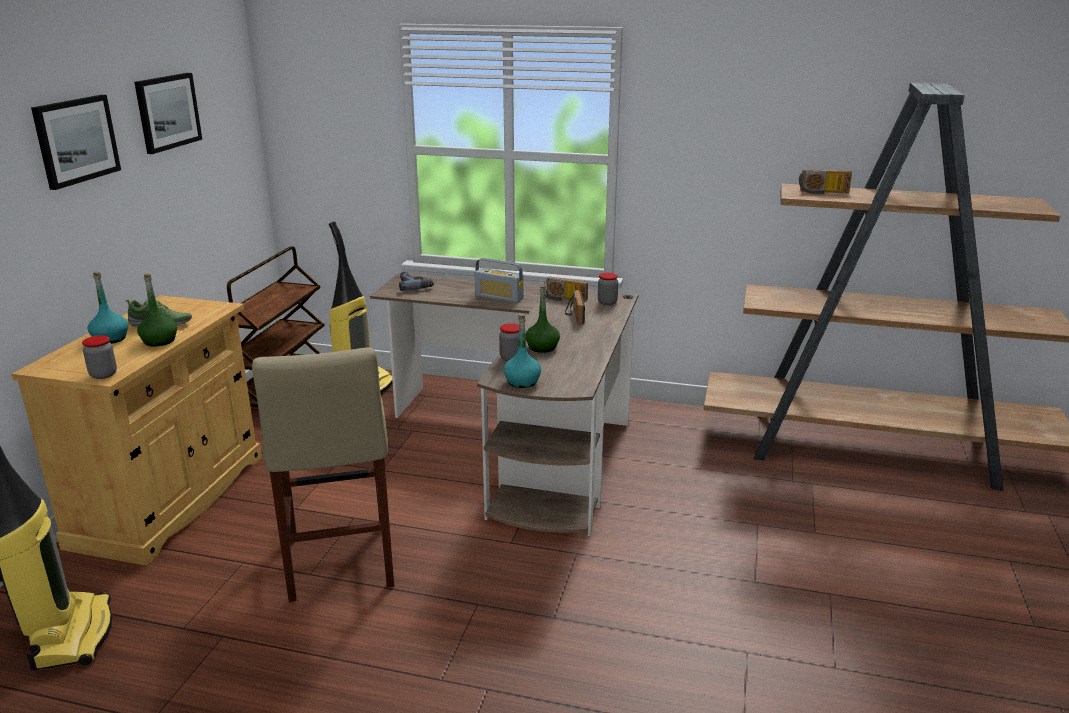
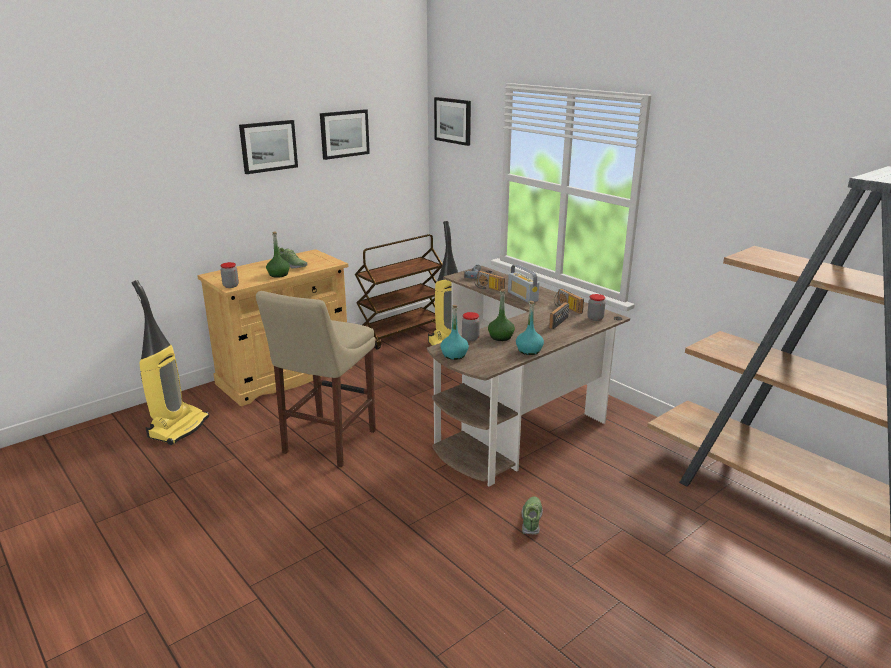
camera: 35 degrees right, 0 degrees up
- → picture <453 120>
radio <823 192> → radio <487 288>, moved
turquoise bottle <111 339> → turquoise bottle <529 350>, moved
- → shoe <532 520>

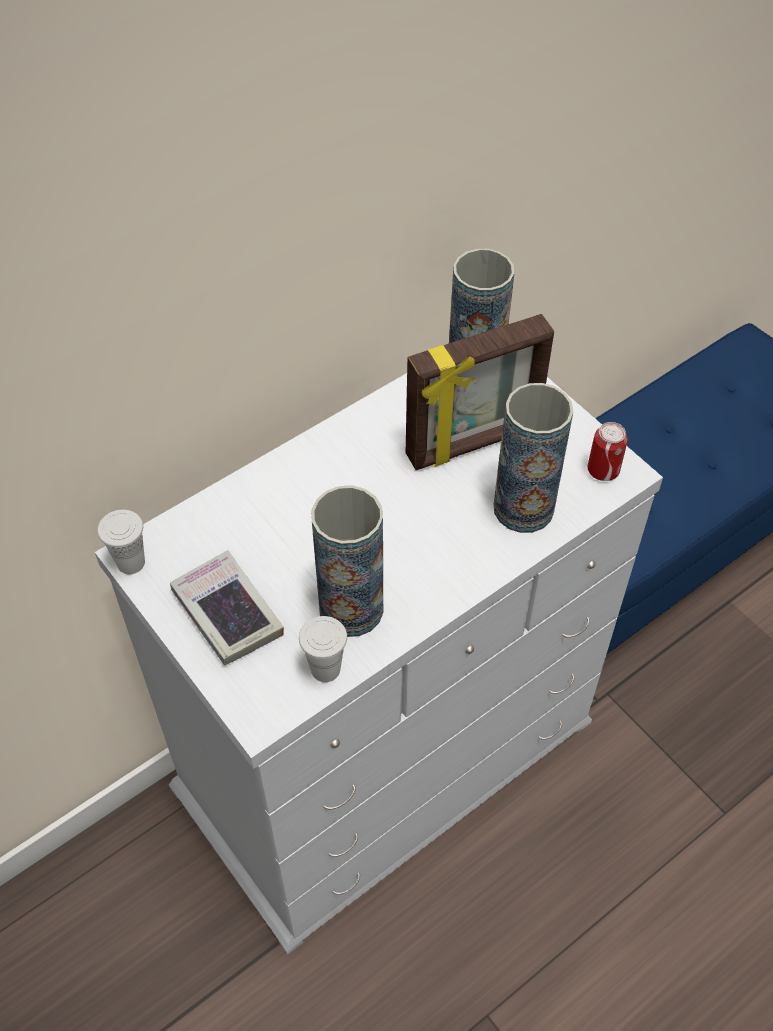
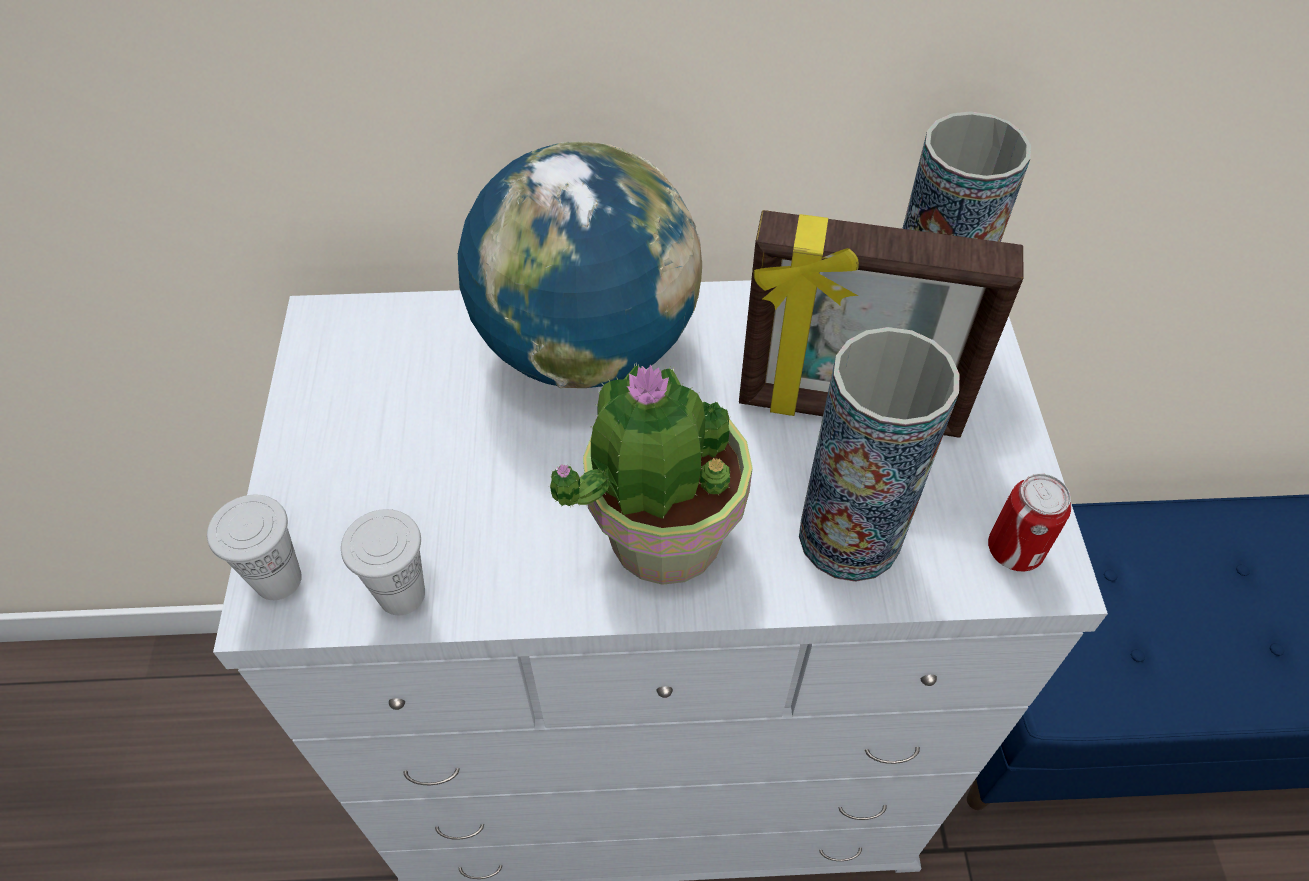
camera: 35 degrees right, 0 degrees up
white cup <131 562> → white cup <278 579>, moved
- → globe <586 348>
- → potted plant <663 535>
book <227 613> → -
vase <351 609> → -

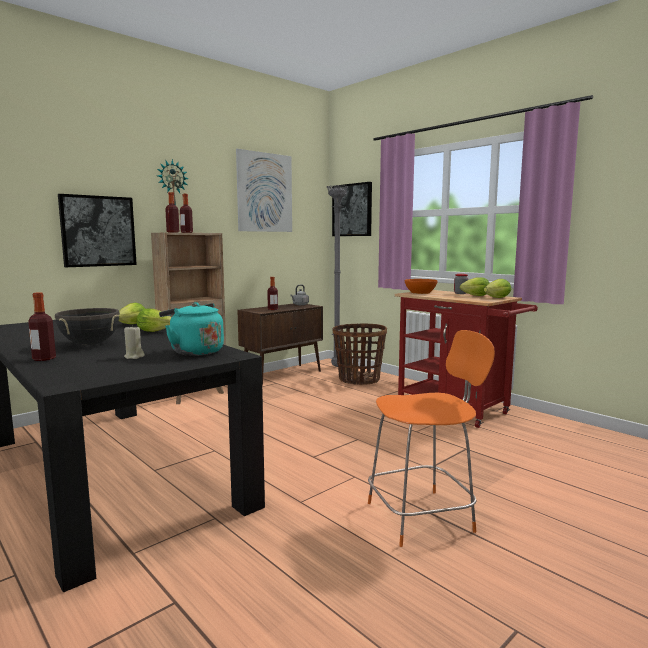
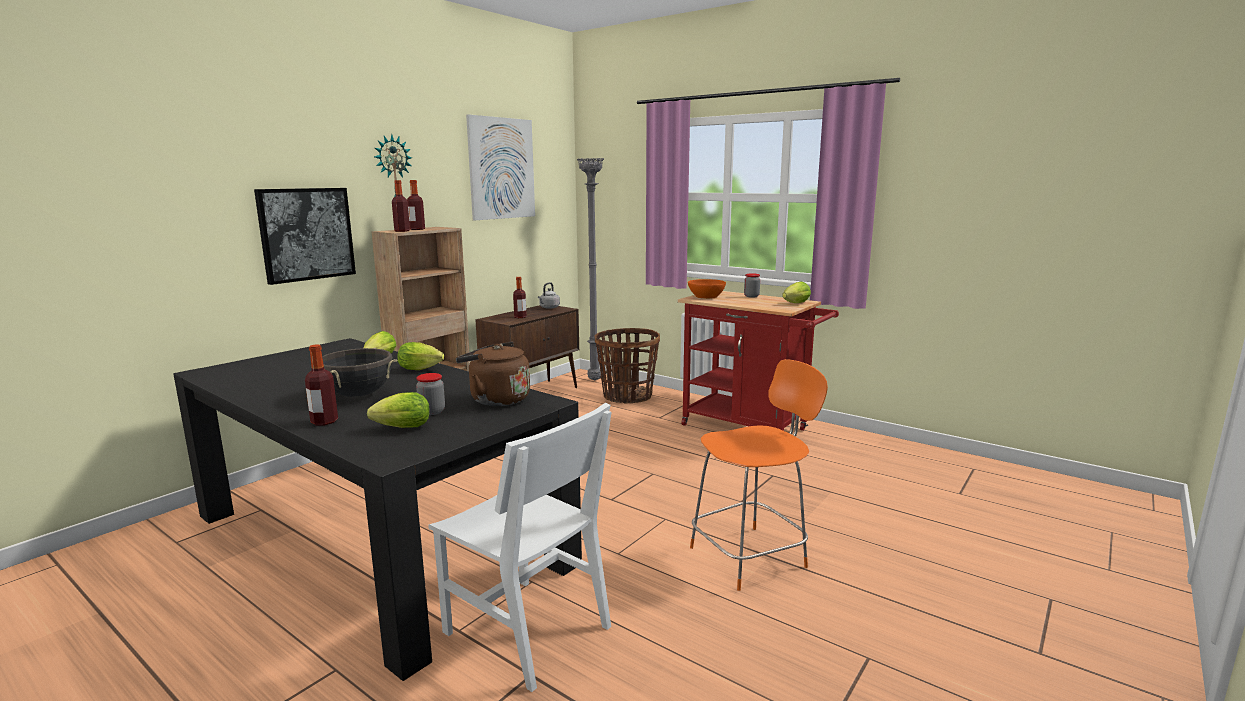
camera: 10 degrees left, 5 degrees up
lettuce <474 296> → lettuce <399 428>, moved
beige candle <134 357> → jar <432 411>
- → white chair <527 630>
turquoise kettle <194 352> → brown kettle <496 399>
picture <352 210> → -

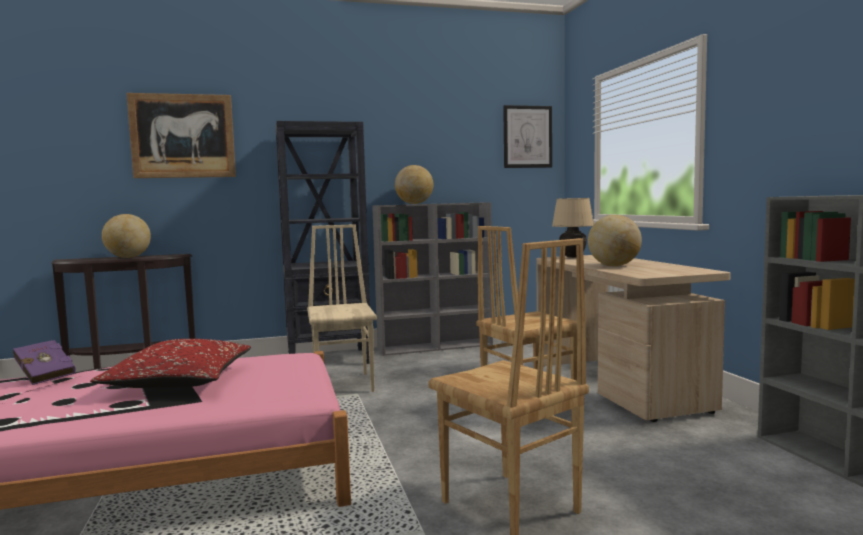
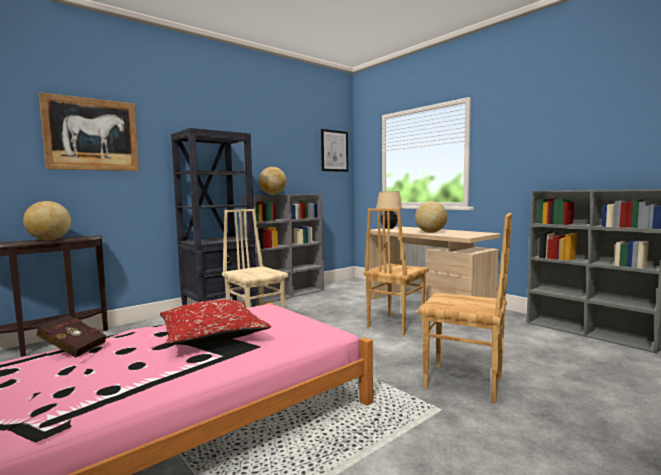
camera: 25 degrees left, 0 degrees up
purple book <45 375> → red book <72 348>

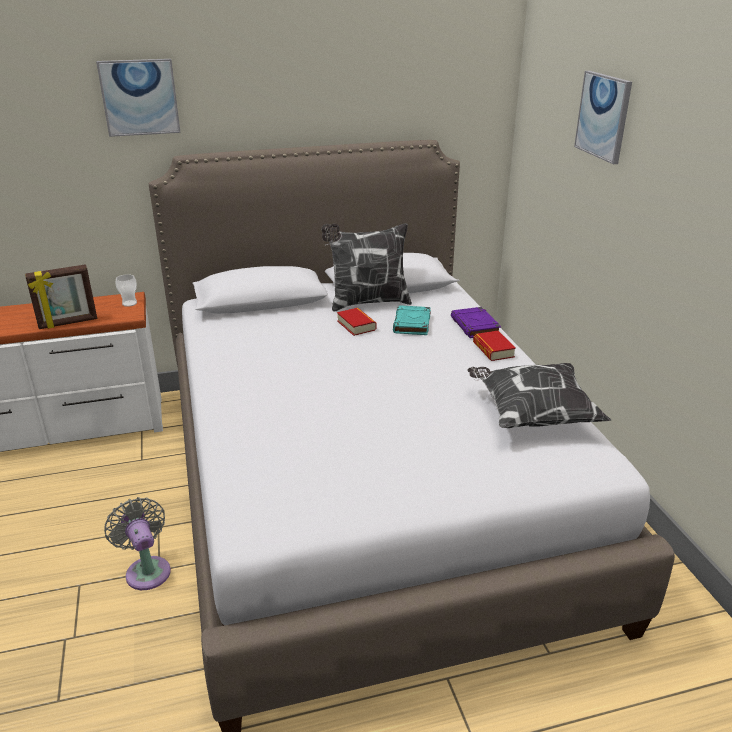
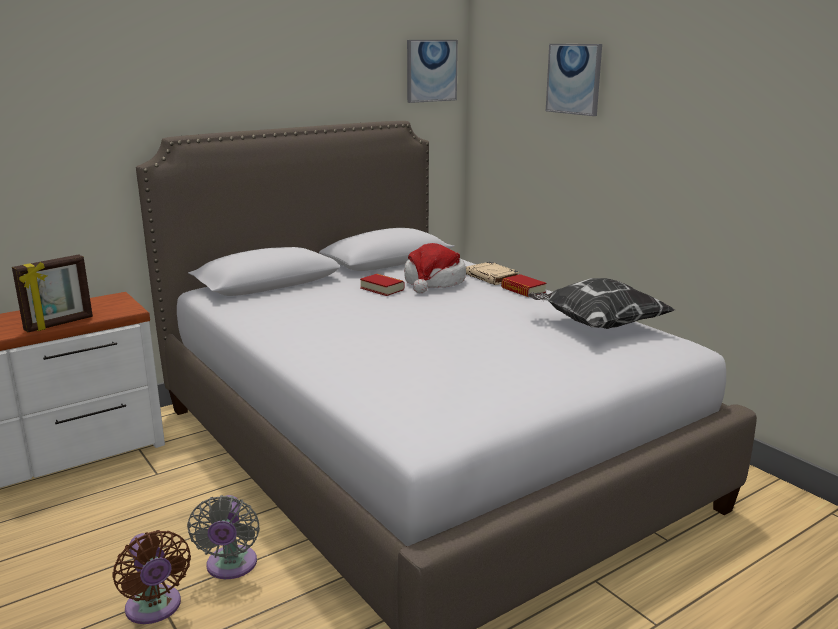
camera: 20 degrees left, 10 degrees down
- → brown fan <155 609>
grey fan <147 570> → grey fan <230 567>, 135 degrees counterclockwise
turquoise book <412 324> → hat <434 282>
picture <139 97> → picture <431 70>, moved
purple book <475 326> → beige book <492 277>
cup <129 303> → -
pillow <367 302> → -

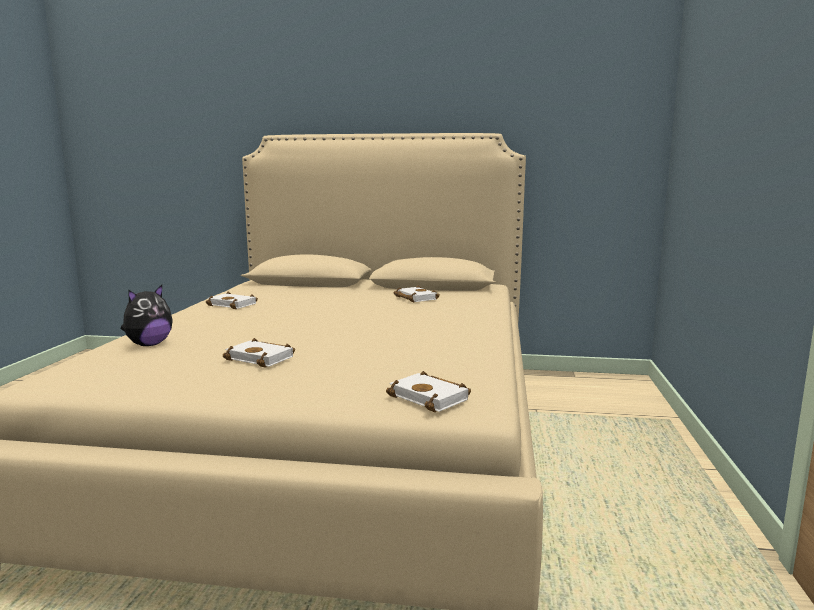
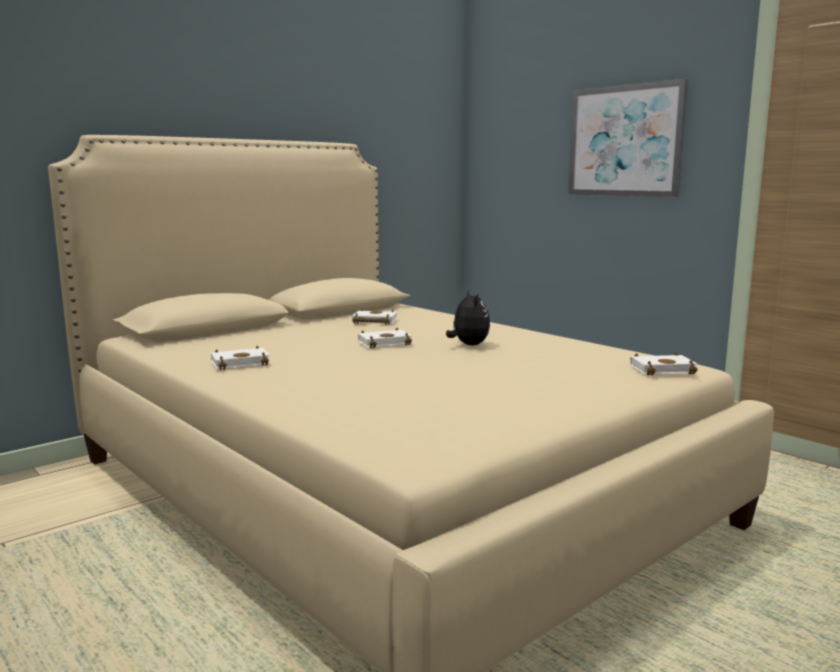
camera: 50 degrees left, 0 degrees up
white book <262 358> → white book <385 342>, moved
plush toy <148 345> → plush toy <468 345>, moved
- → picture <624 141>

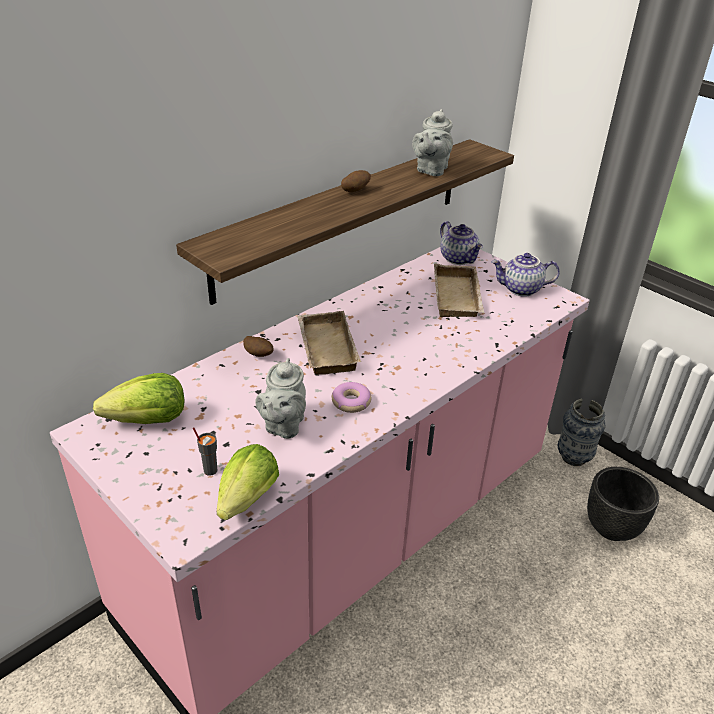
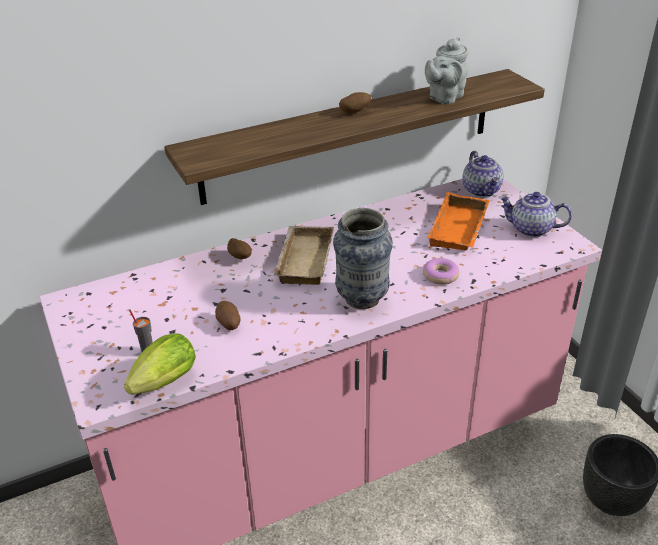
camera: 20 degrees right, 0 degrees up
grey teapot <283 426> → potato <228 324>
vase <573 458> → vase <362 299>, moved
donut <351 402> → donut <440 276>, moved
beige tray <459 297> → orange tray <460 229>
lettuce <149 420> → -

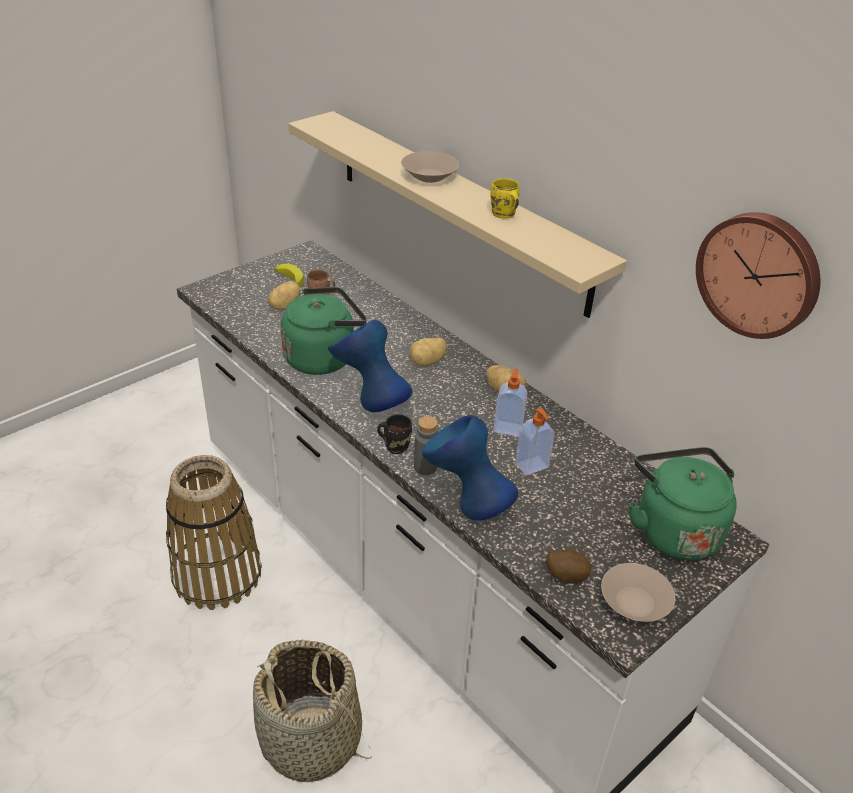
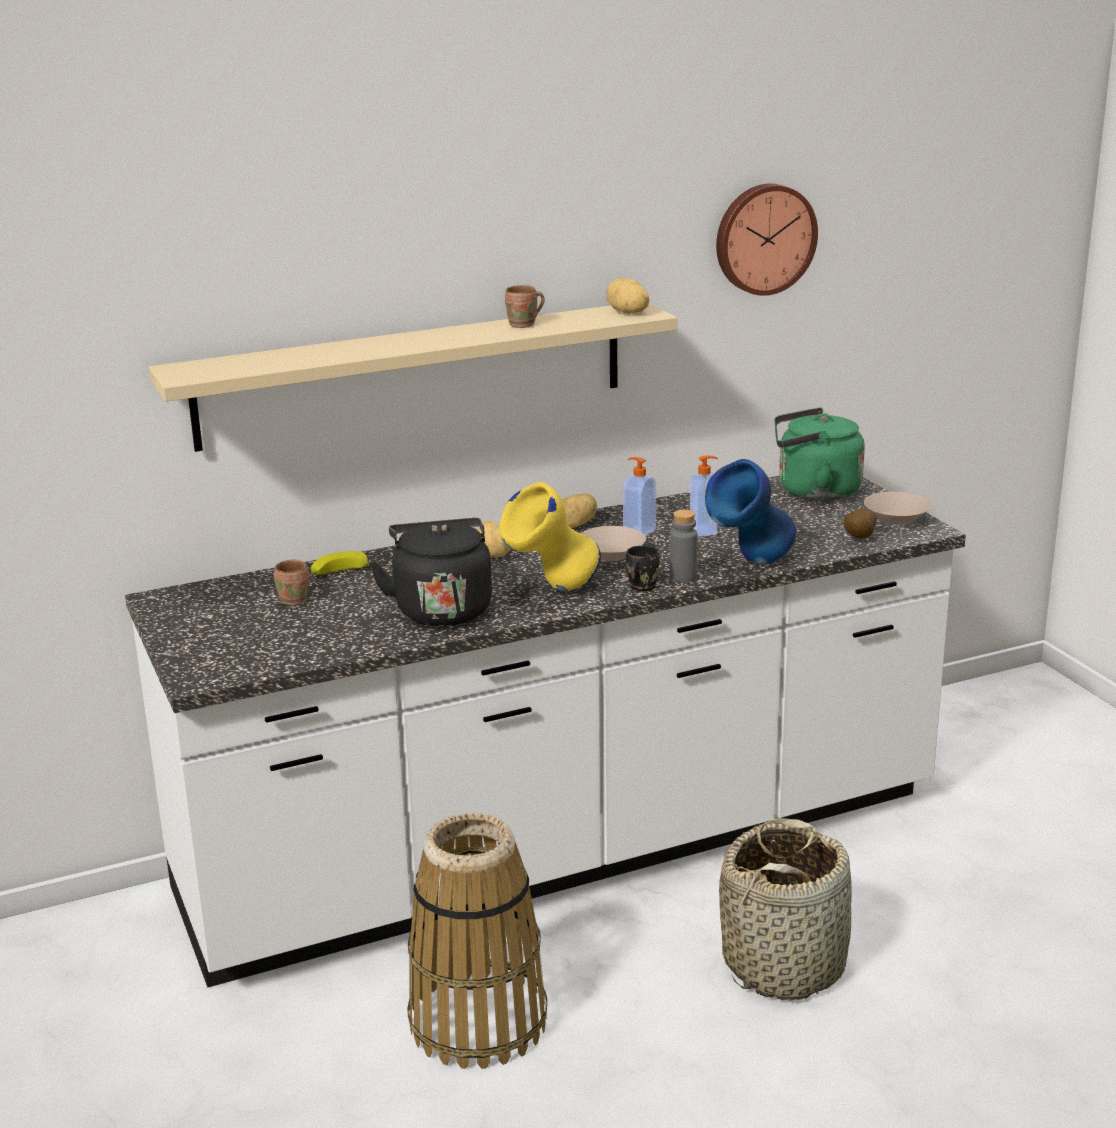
camera: 70 degrees left, 15 degrees down
banana <289 279> → banana <338 573>, moved
green kettle <323 357> → black kettle <441 609>
blue vase <370 401> → yellow vase <551 591>
yellow mug <503 215> → brown mug <524 325>
beige bowl <429 177> → beige bowl <611 556>, moved
potato <284 305> → potato <627 312>, moved

